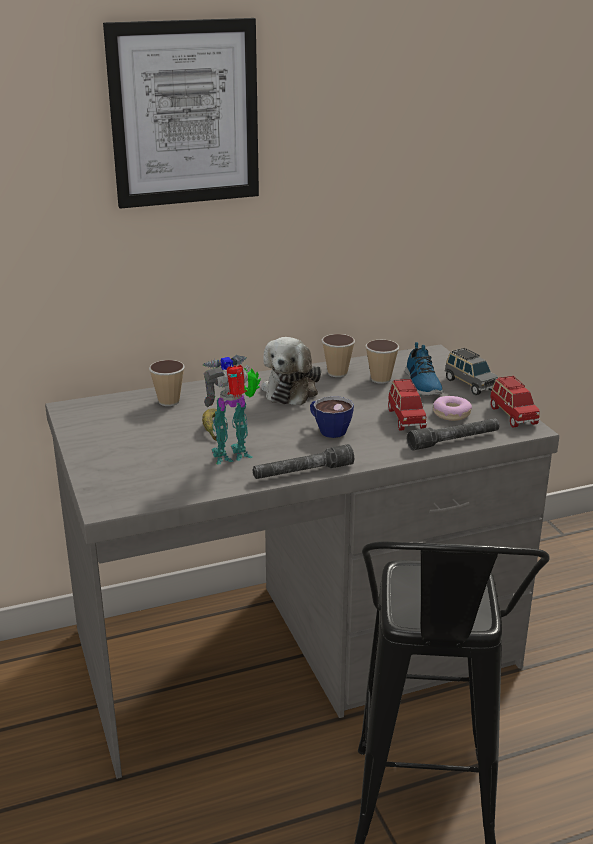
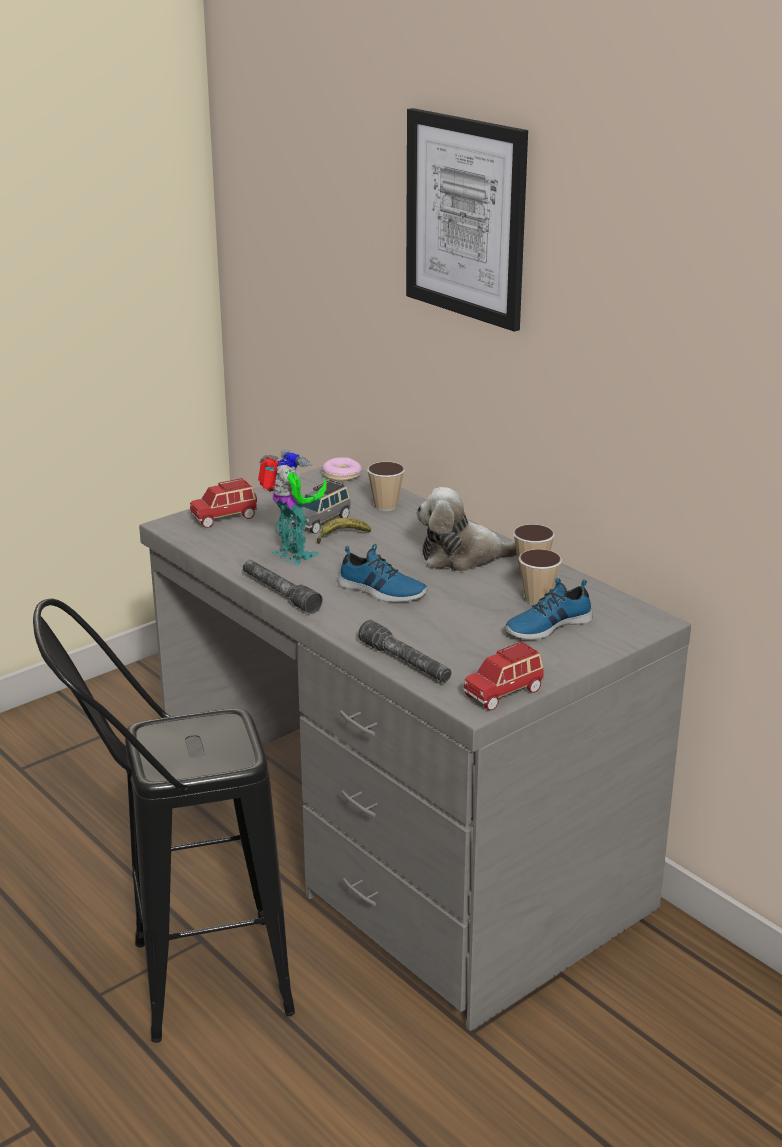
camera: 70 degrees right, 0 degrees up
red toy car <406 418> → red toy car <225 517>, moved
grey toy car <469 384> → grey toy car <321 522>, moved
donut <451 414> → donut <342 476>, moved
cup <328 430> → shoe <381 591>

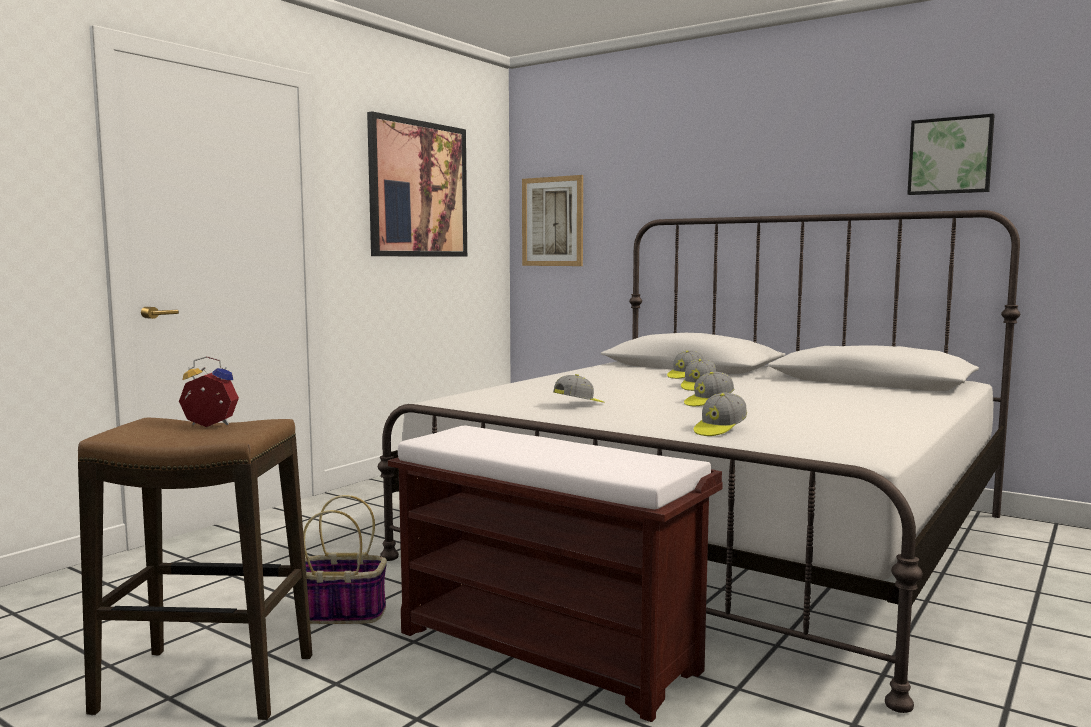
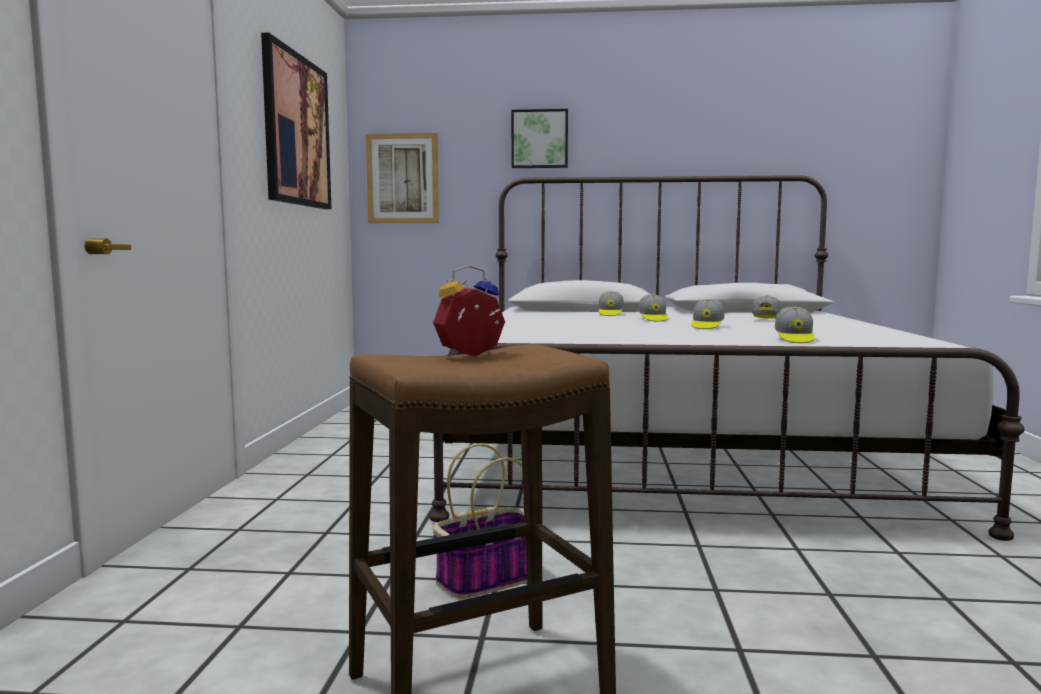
camera: 30 degrees left, 0 degrees up
picture <950 156> → picture <539 139>, moved
cap <579 404> → cap <766 320>, moved
brown bench <549 651> → -

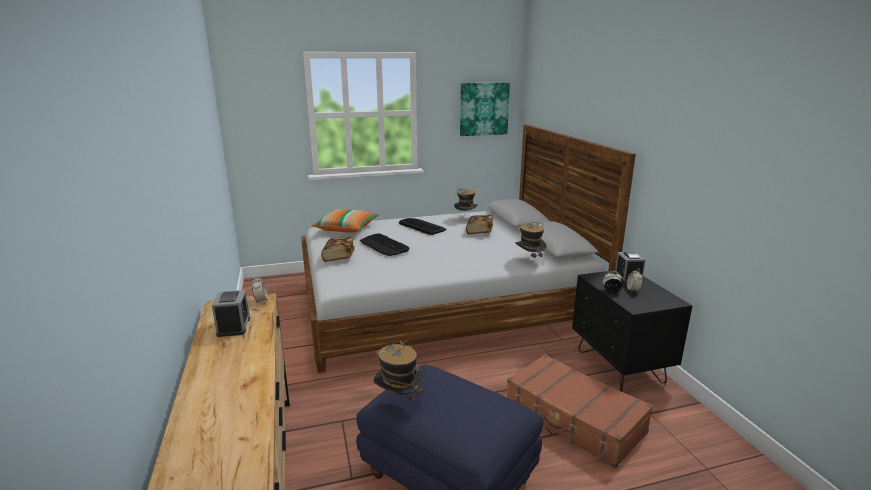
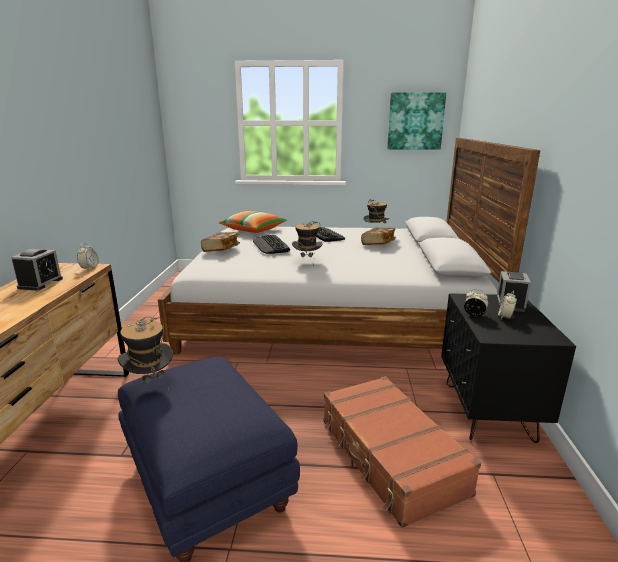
camera: 20 degrees right, 0 degrees up
hat <529 261> → hat <307 262>, moved

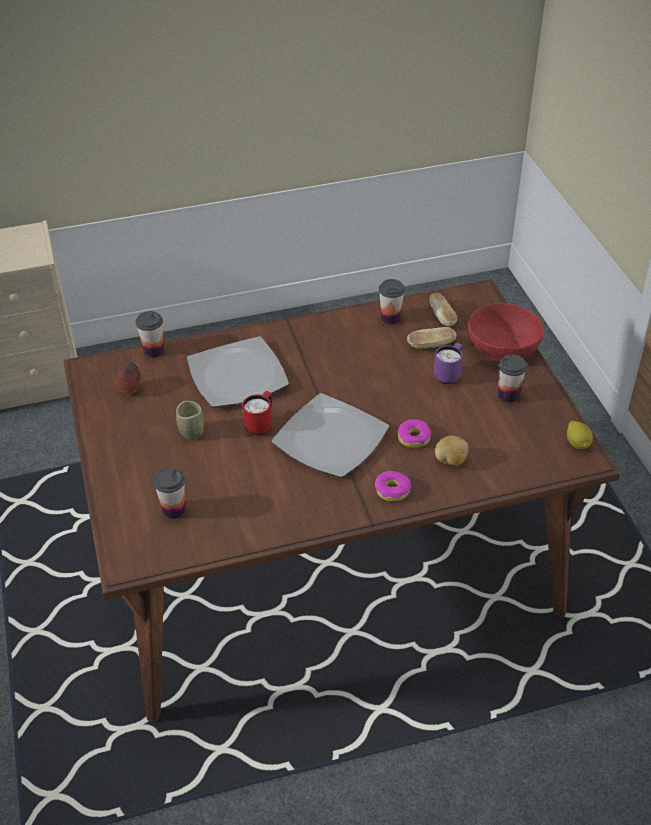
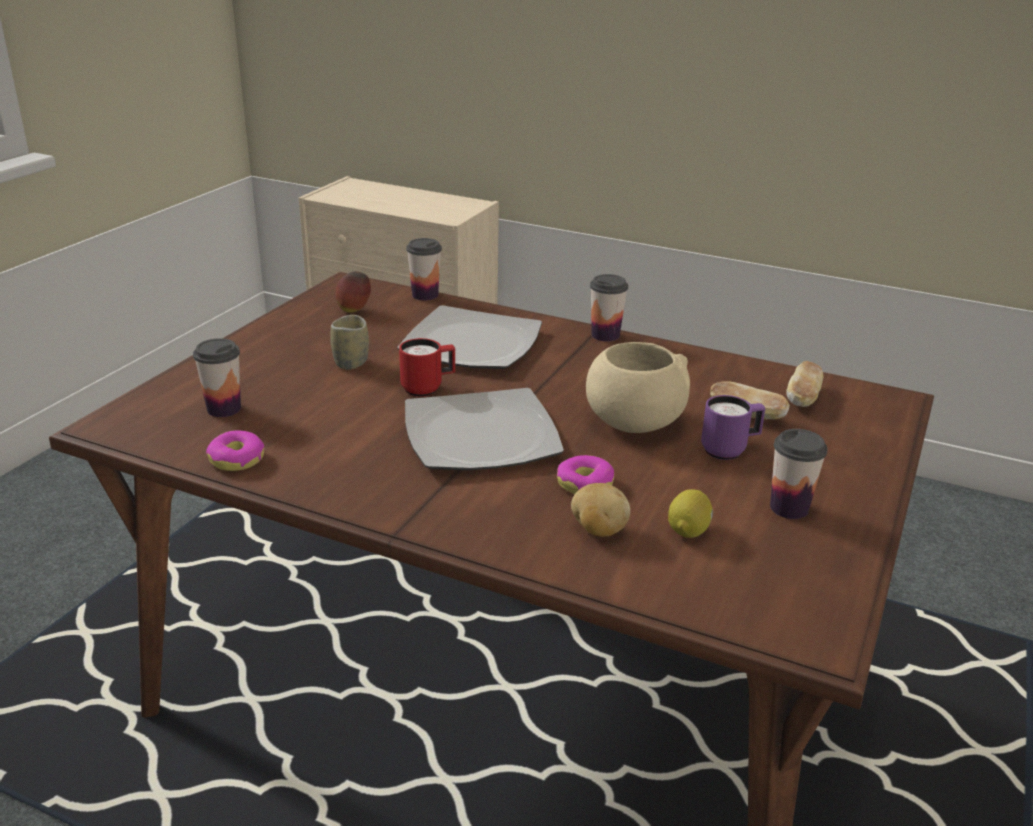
camera: 40 degrees right, 15 degrees down
donut <392 490> → donut <237 459>, moved
- → beige bowl <633 423>
cup <390 318> → cup <605 335>, moved
lemon <577 443> → lemon <688 530>, moved
red bowl <503 347> → -

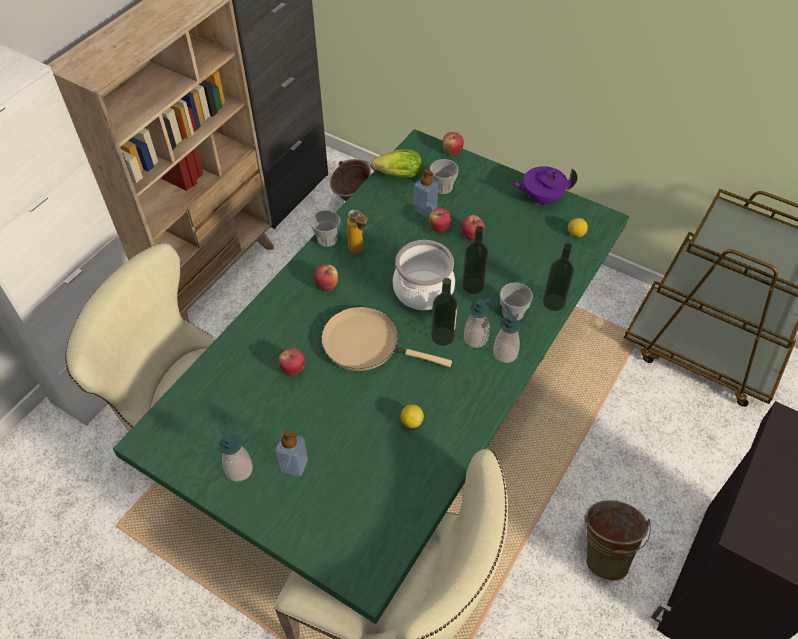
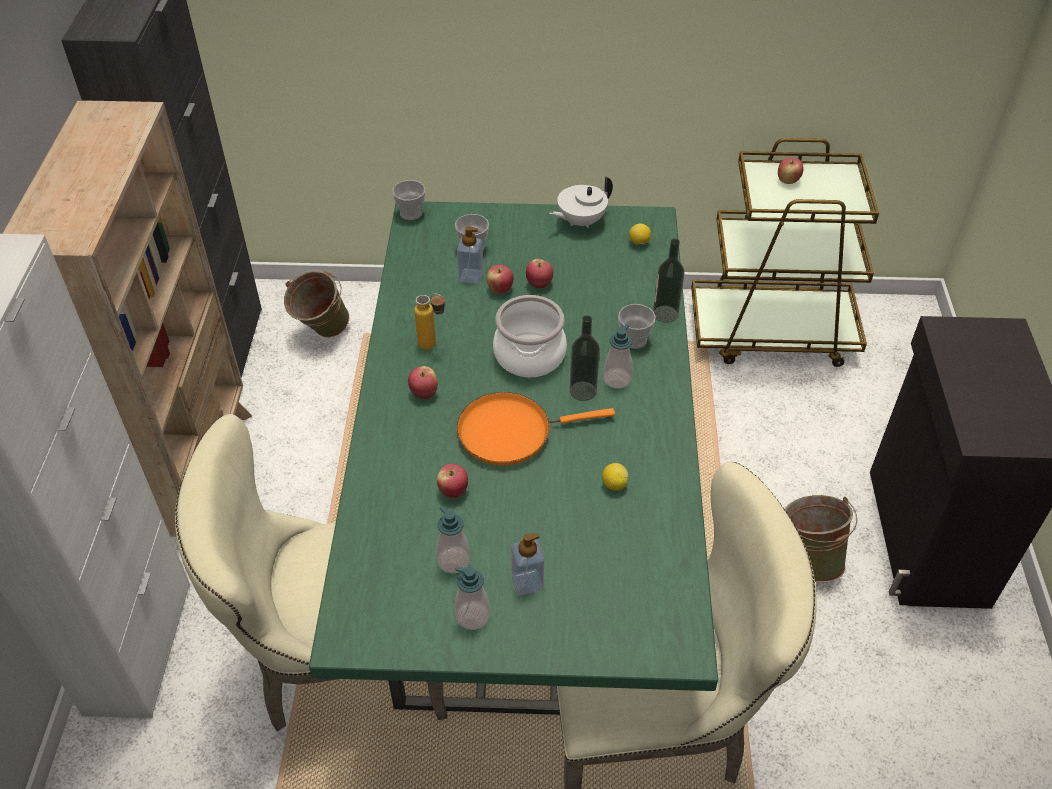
camera: 30 degrees left, 5 degrees down
cup <327 239> → cup <411 213>, moved
soap dispenser <505 353> → soap dispenser <453 560>, moved
beige frying pan <366 343> → orange frying pan <510 432>
purple teapot <541 198> → white teapot <580 221>
apple <452 152> → apple <788 180>, moved
lettuce <396 175> → -
bottle <473 285> → -

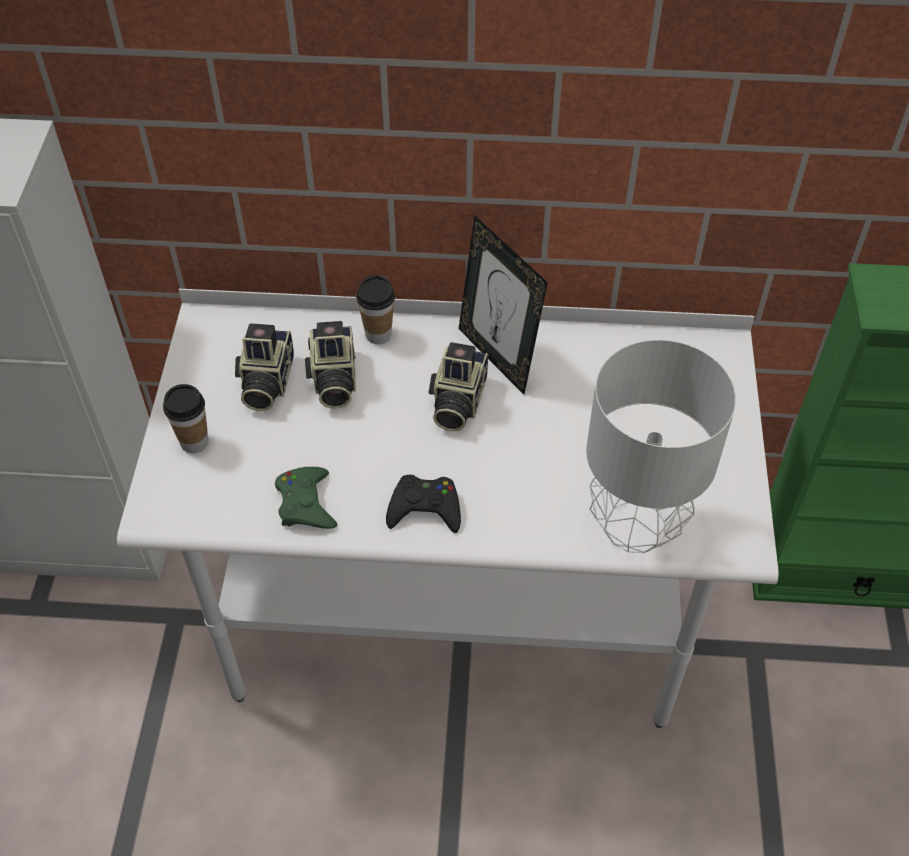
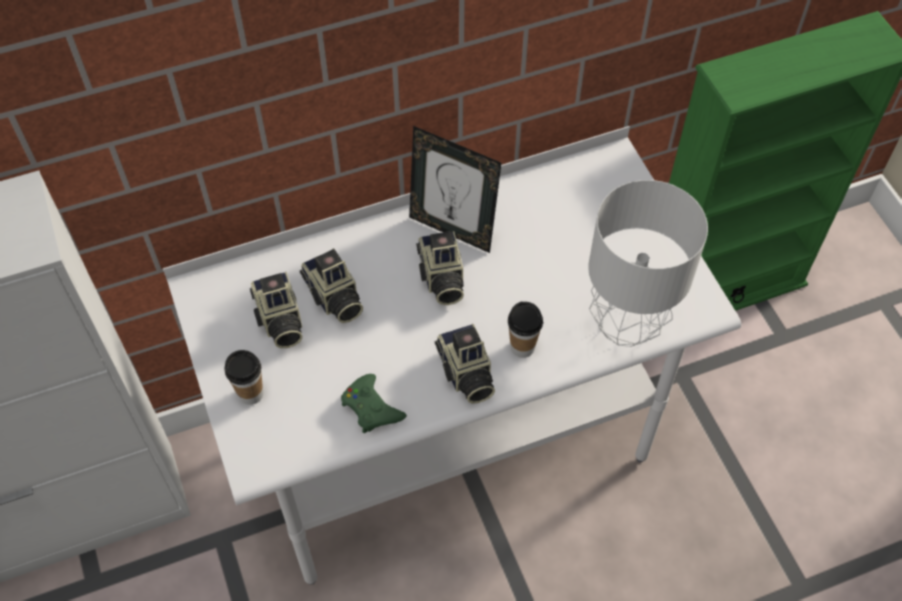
camera: 25 degrees left, 5 degrees up
black game controller <425 509> → photo camera <465 374>
cup <378 334> → cup <522 347>, moved

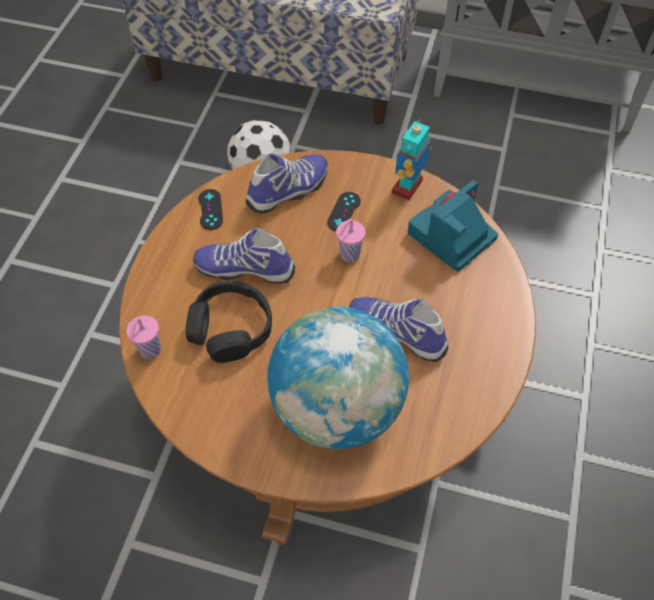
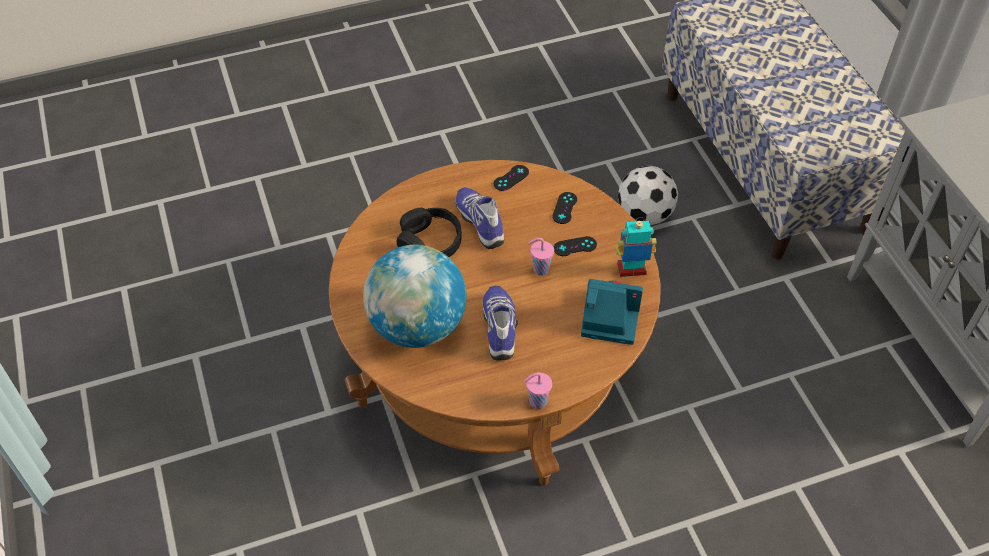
camera: 55 degrees right, 5 degrees down
pink cup <149 351> → pink cup <536 402>, moved
shoe <289 191> → black game controller <564 208>

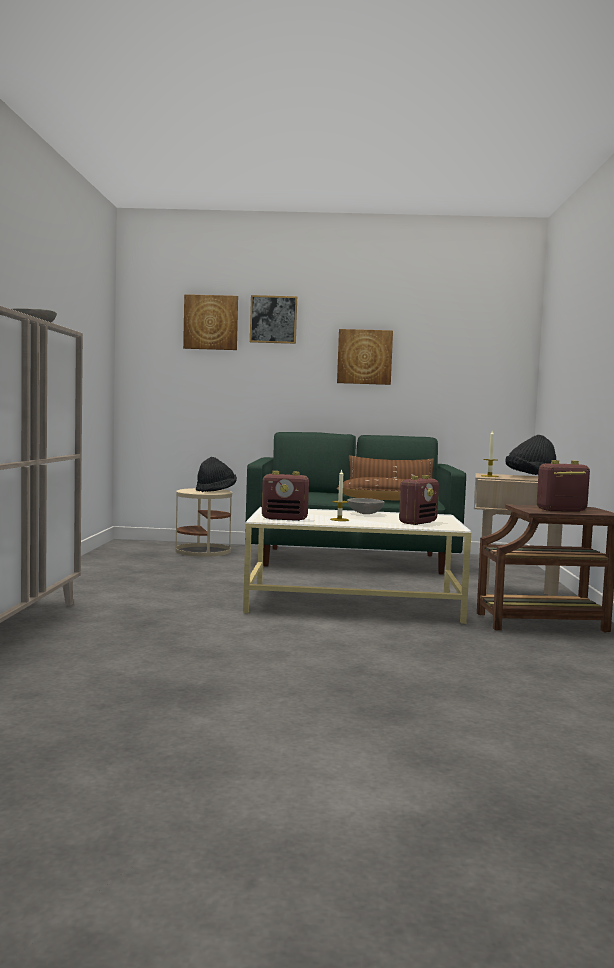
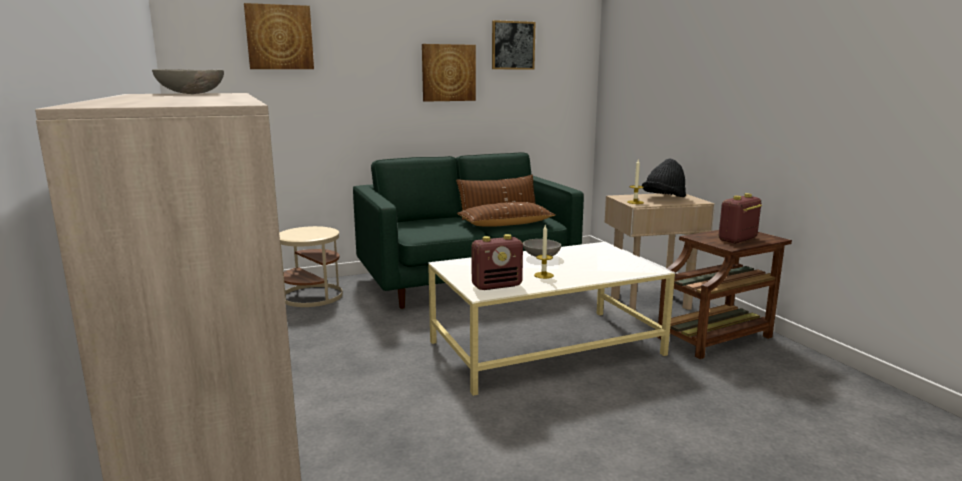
camera: 25 degrees left, 10 degrees up
picture <273 319> → picture <513 45>, moved
black hat <216 491> → -
radio <418 522> → -

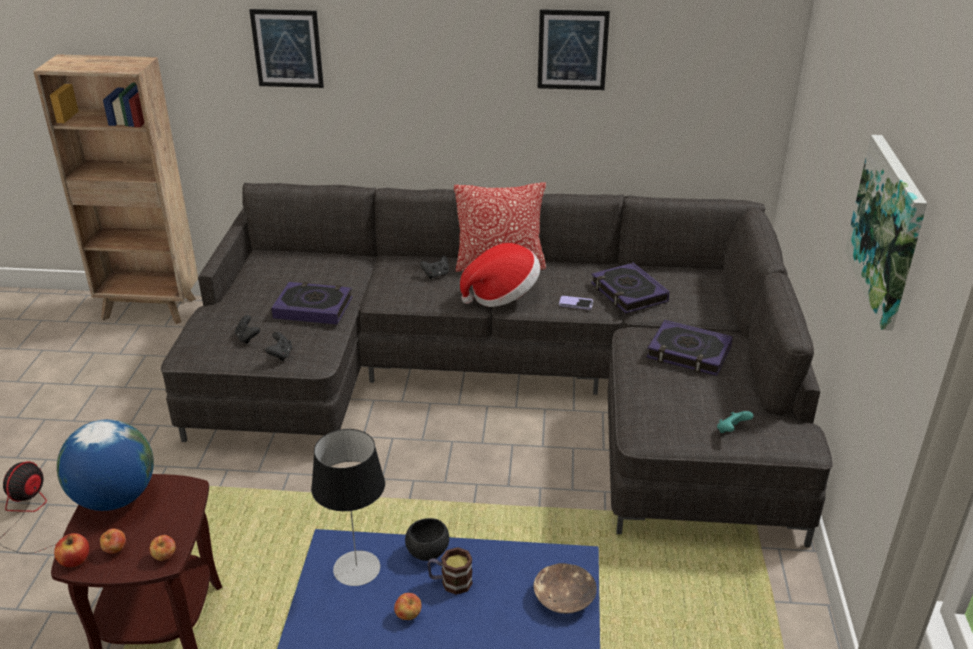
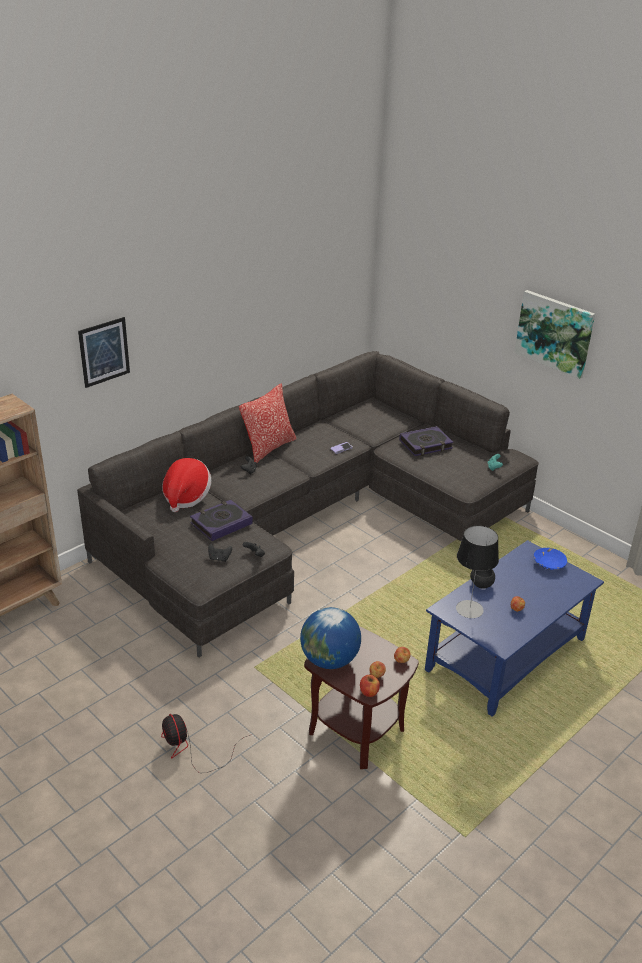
camera: 50 degrees left, 0 degrees up
hat <502 295> → hat <186 496>, moved
brown bowl <564 597> → blue bowl <548 564>
mug <450 582> → -
picture <572 50> → -
book <628 293> → -

